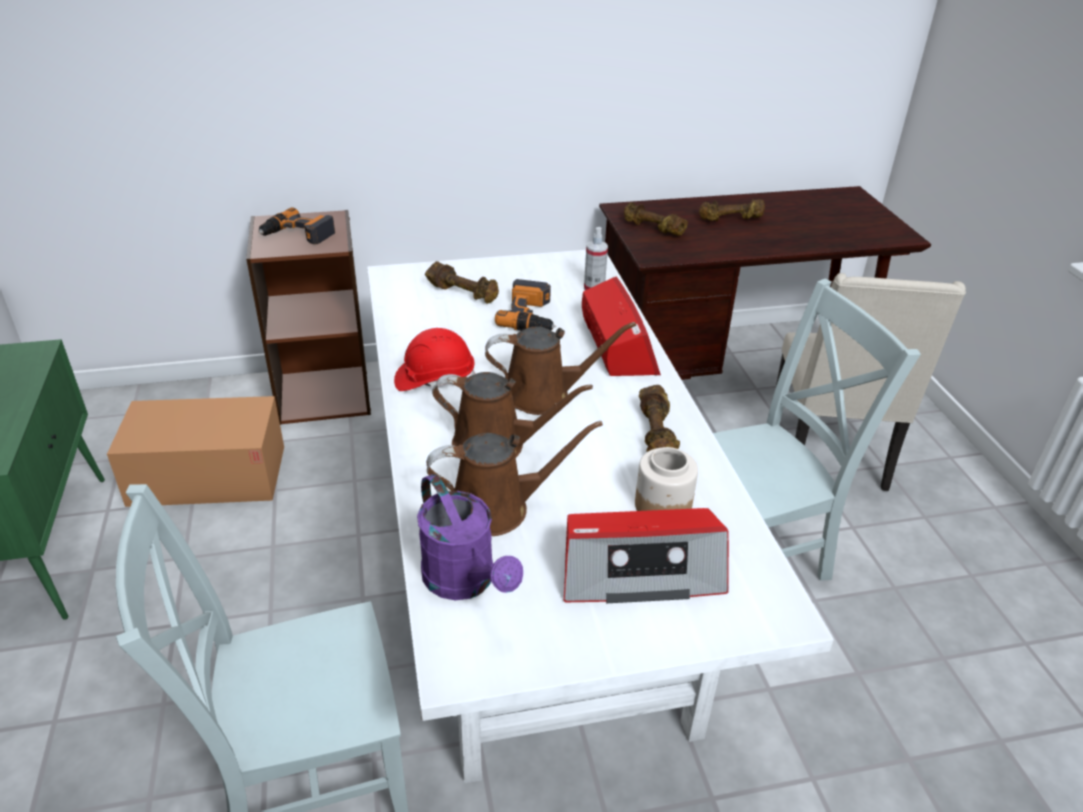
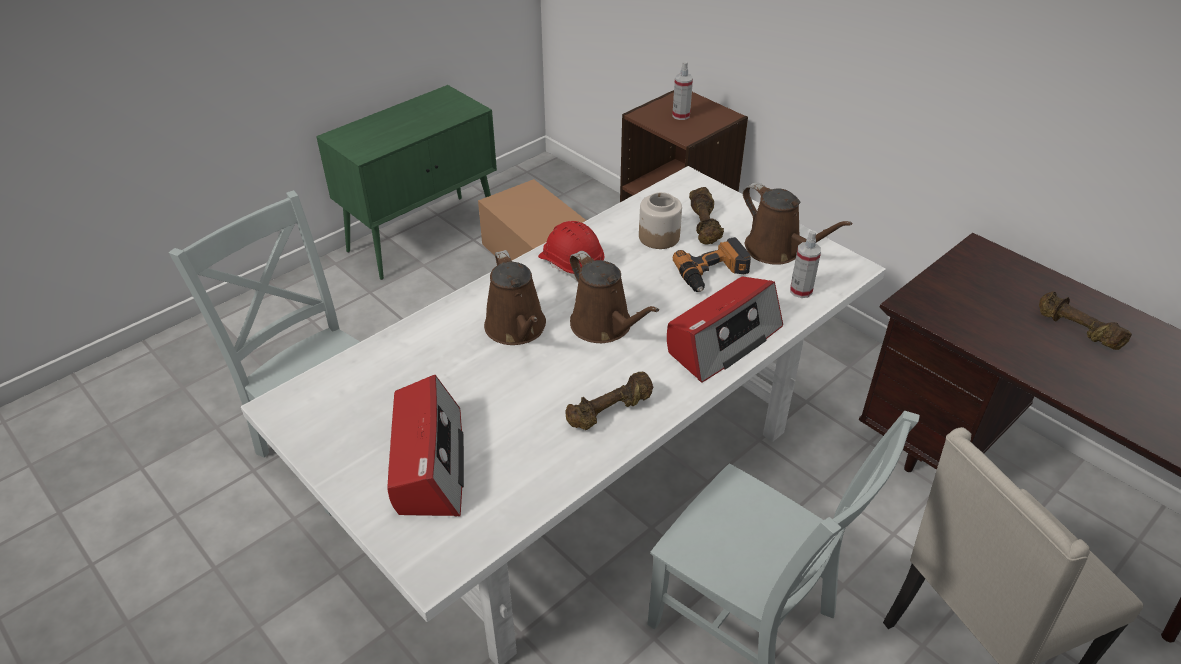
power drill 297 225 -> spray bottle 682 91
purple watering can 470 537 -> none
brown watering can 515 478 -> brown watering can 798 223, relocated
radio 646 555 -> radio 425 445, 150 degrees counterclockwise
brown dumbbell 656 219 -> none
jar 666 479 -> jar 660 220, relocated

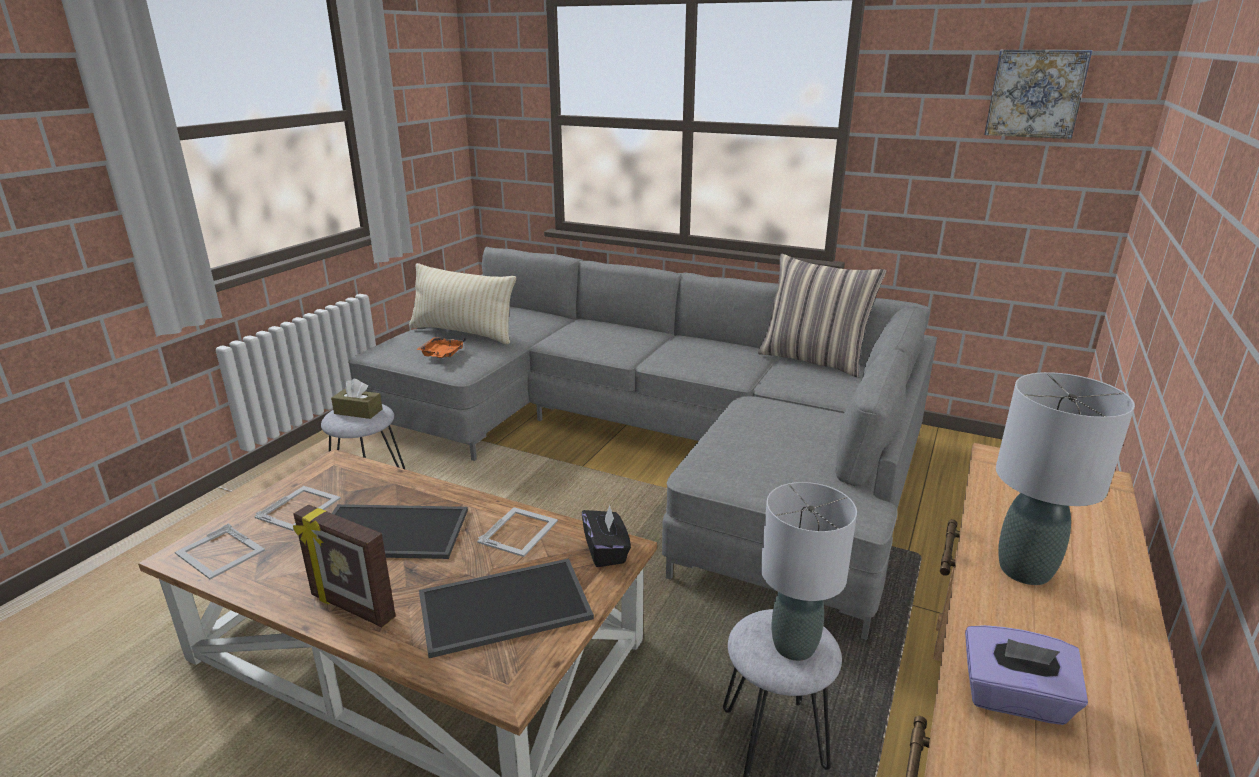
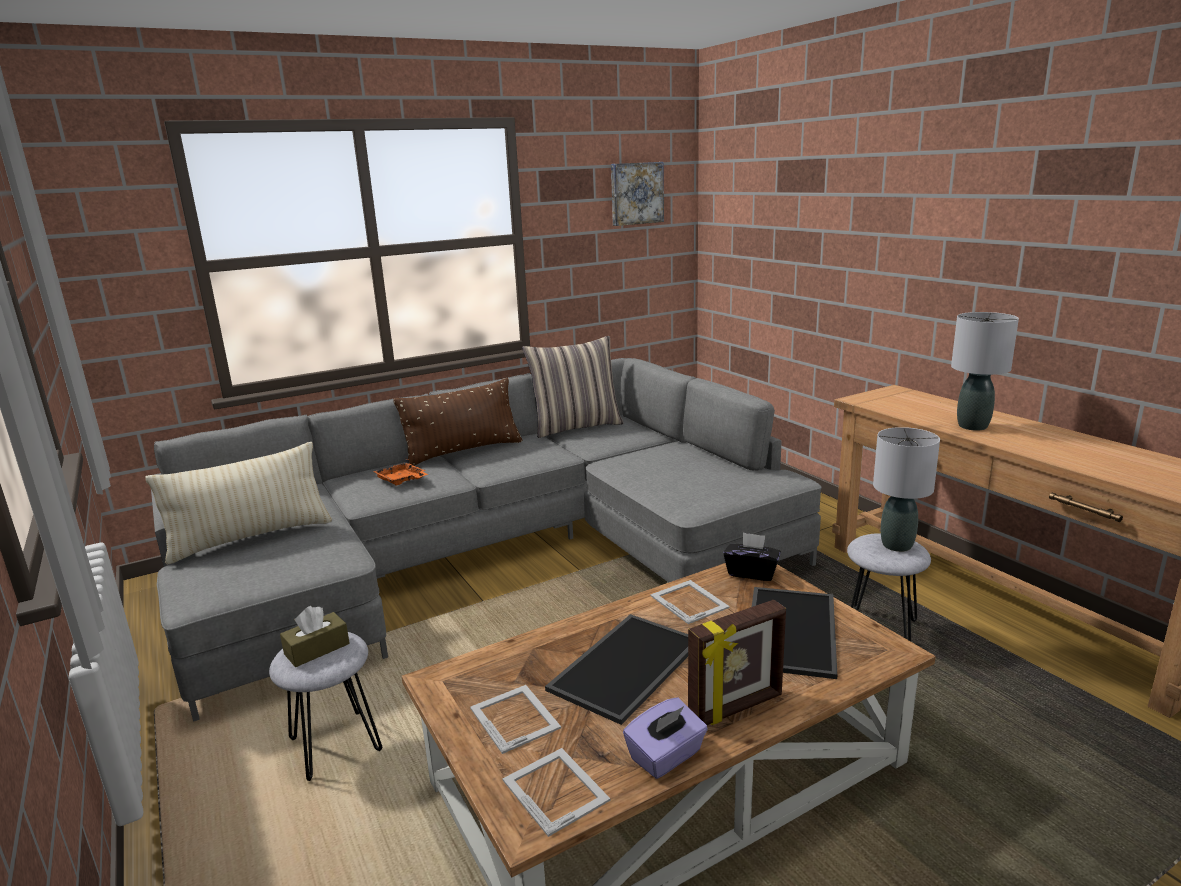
picture frame 220 551 -> picture frame 557 792, 105 degrees counterclockwise
orange tray 441 347 -> orange tray 400 472, relocated
purple tissue box 1026 675 -> purple tissue box 665 738, relocated
none -> brown pillow 458 422

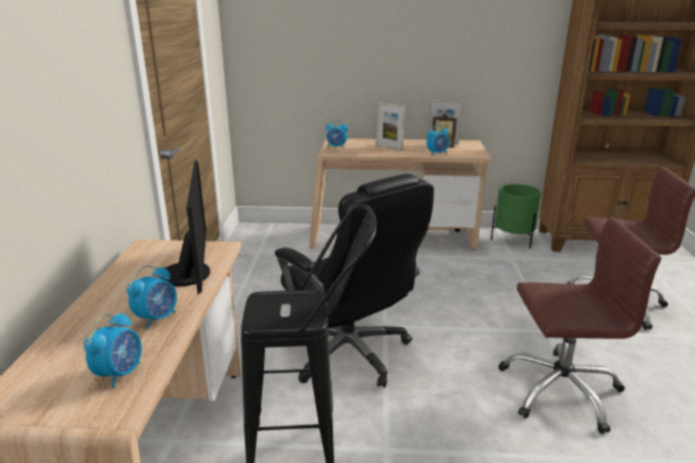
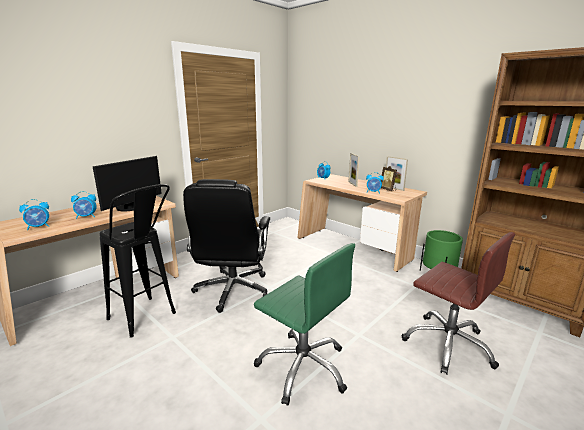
brown office chair 579 325 -> green office chair 304 324

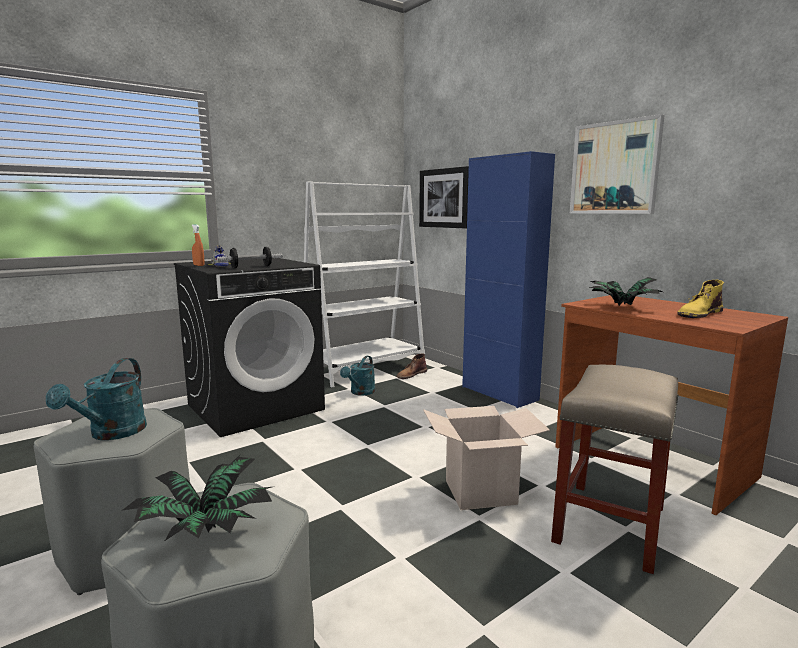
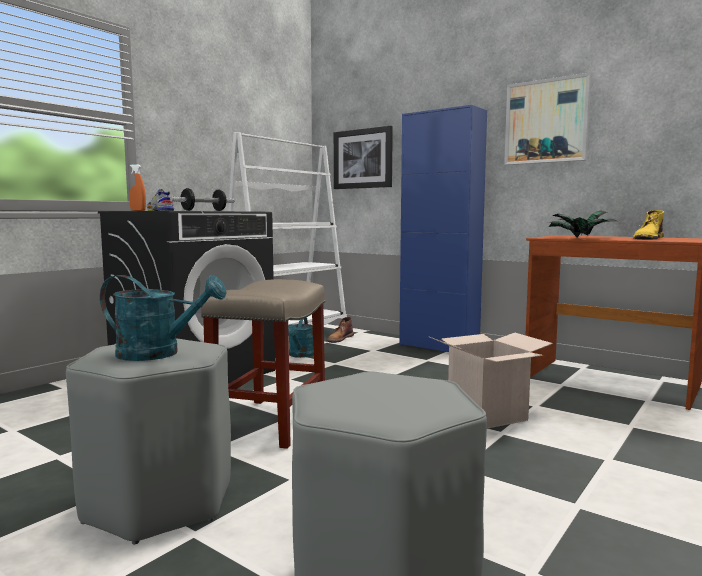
turquoise watering can 96 399 -> turquoise watering can 163 318, 75 degrees counterclockwise
potted plant 197 497 -> none
beige stool 614 469 -> beige stool 263 364, relocated

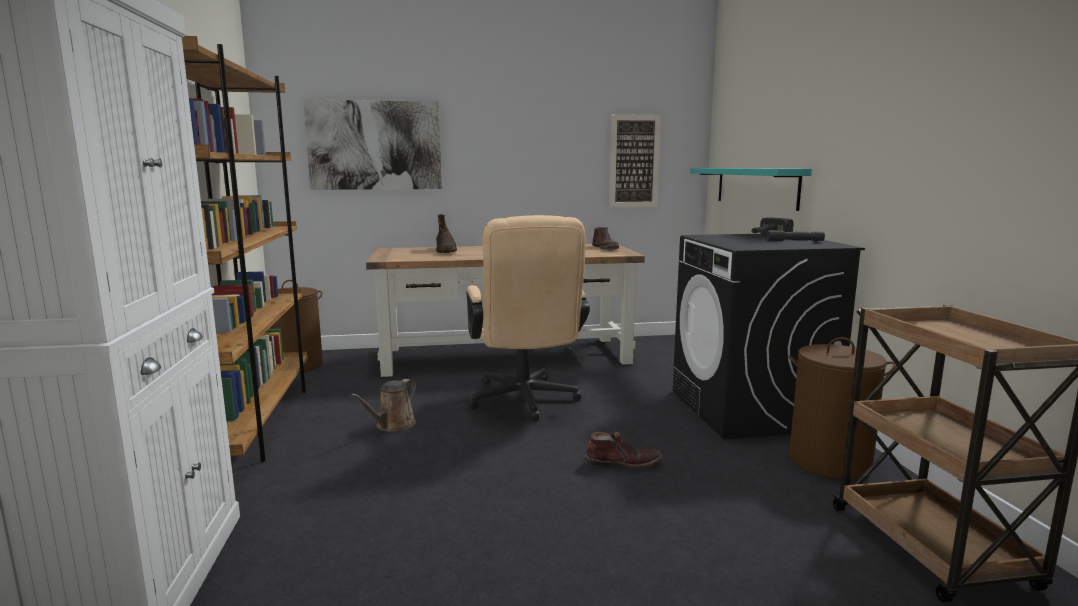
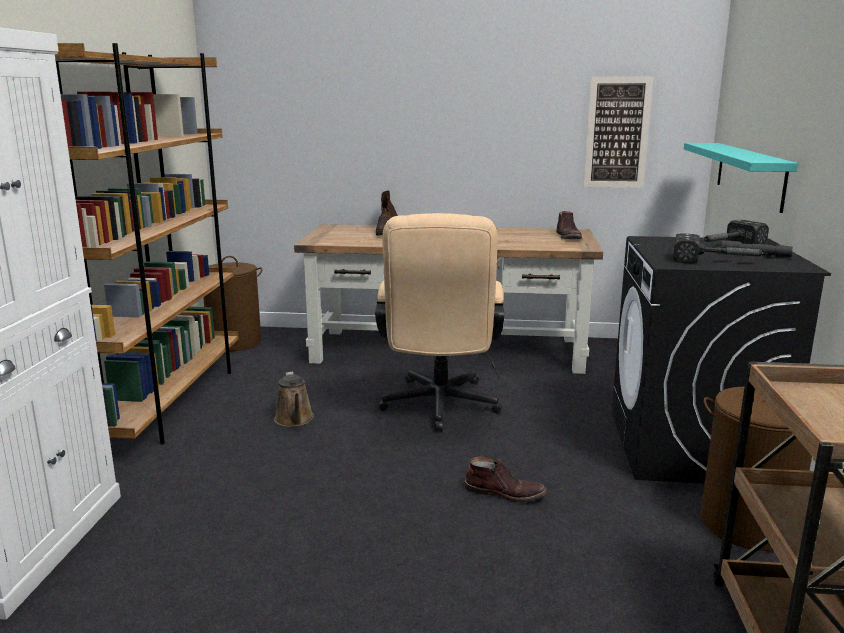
picture 372 144 -> none
brown watering can 383 405 -> brown watering can 294 399, 60 degrees counterclockwise
none -> hammer 720 248

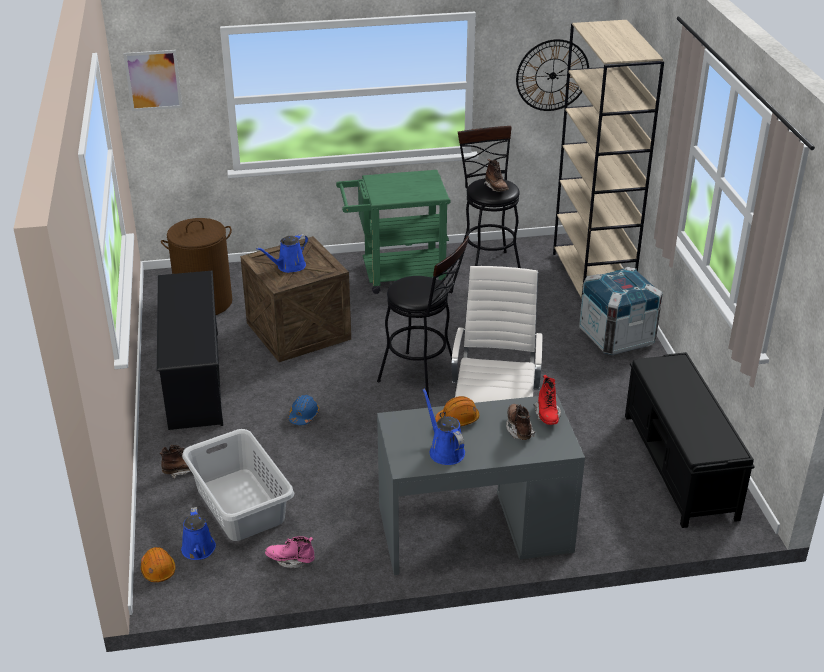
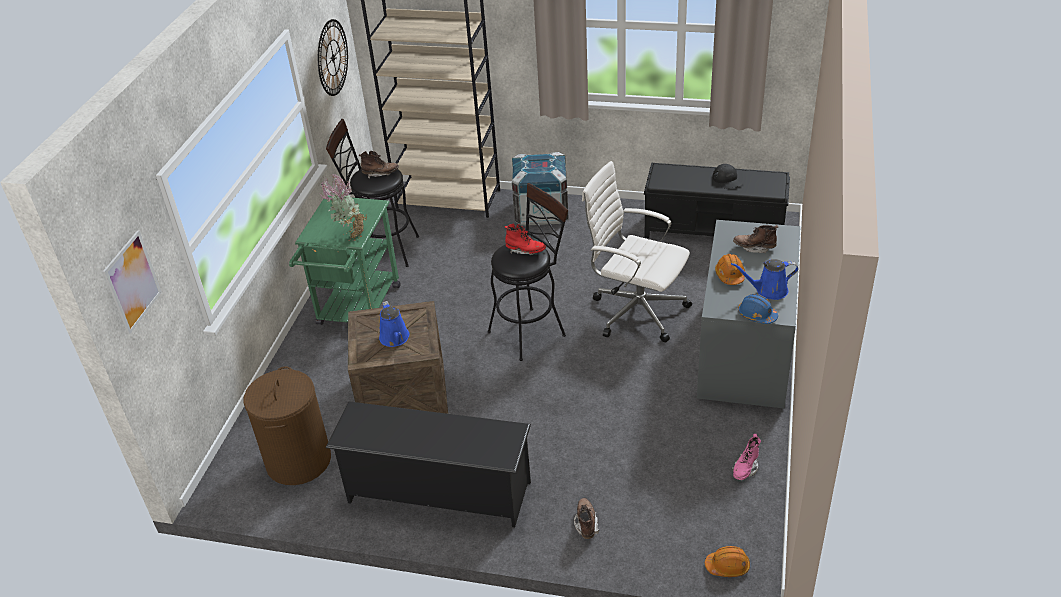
blue watering can 198 533 -> none
grey laundry basket 238 485 -> none
blue hard hat 304 410 -> blue hard hat 758 309, relocated
red boot 547 400 -> red boot 525 239, relocated
none -> potted plant 343 207
none -> black cap 727 176

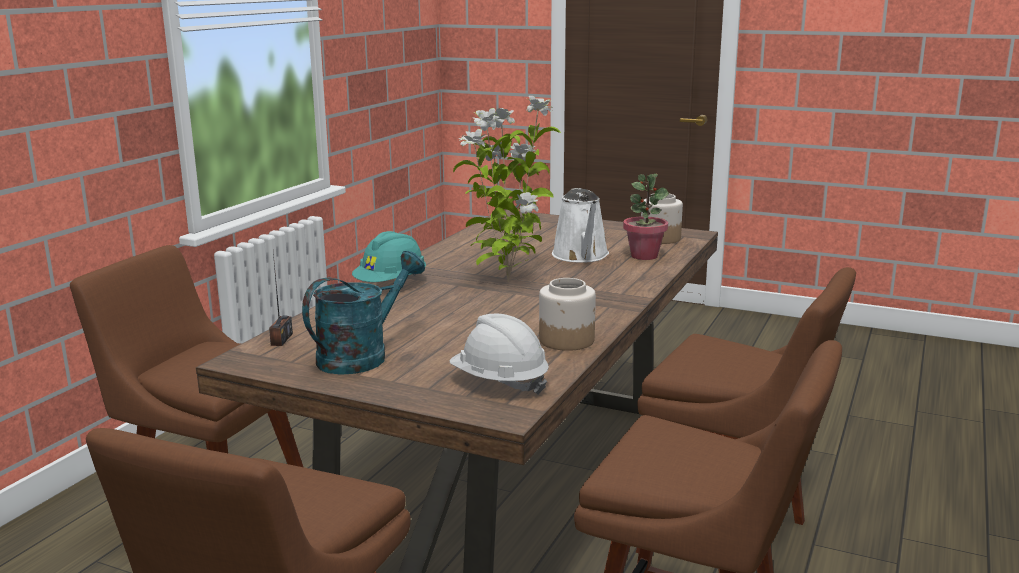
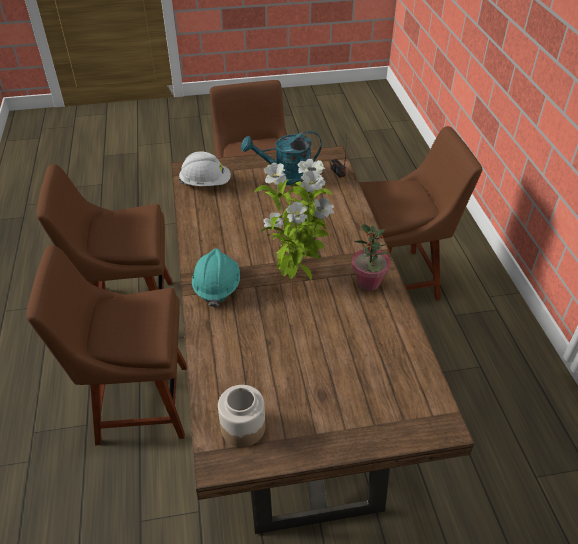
turquoise watering can 363 313 -> turquoise watering can 281 158, 75 degrees clockwise
turquoise hard hat 389 256 -> turquoise hard hat 216 277, relocated
jar 567 314 -> none
white watering can 580 225 -> none
potted plant 646 217 -> potted plant 371 257, relocated

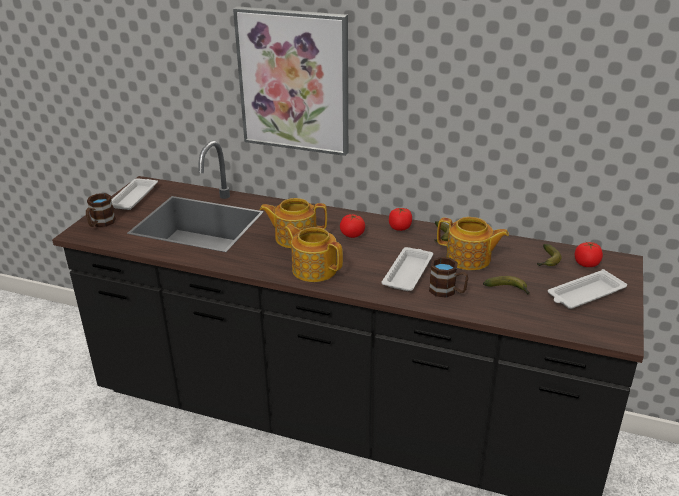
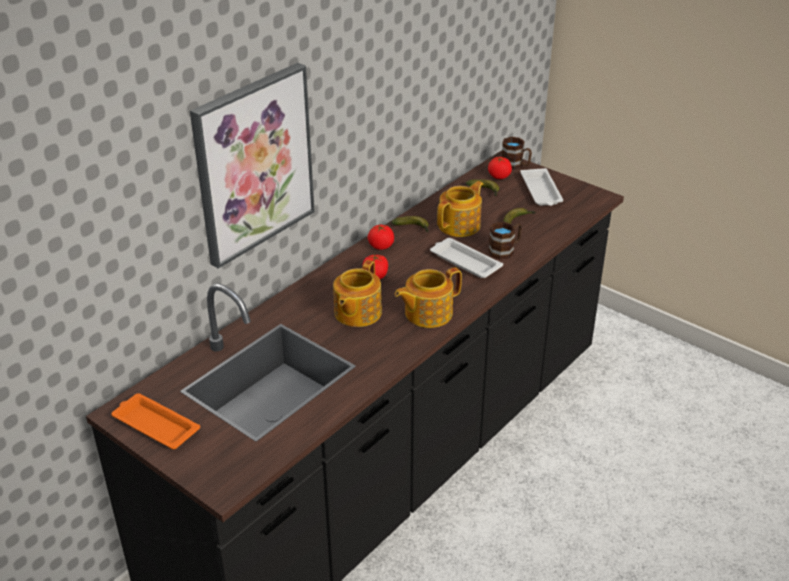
brown mug 101 210 -> brown mug 517 153, relocated
white tray 135 194 -> orange tray 155 421

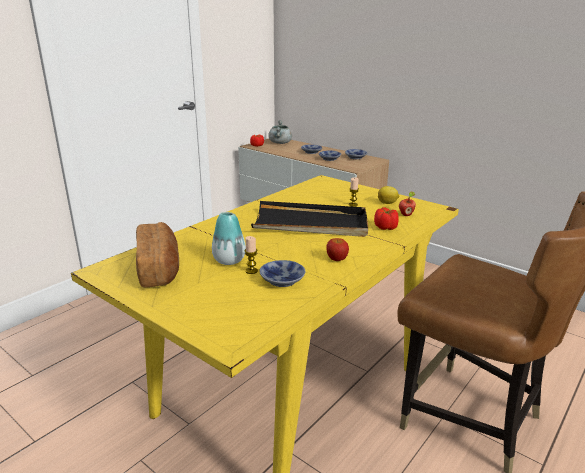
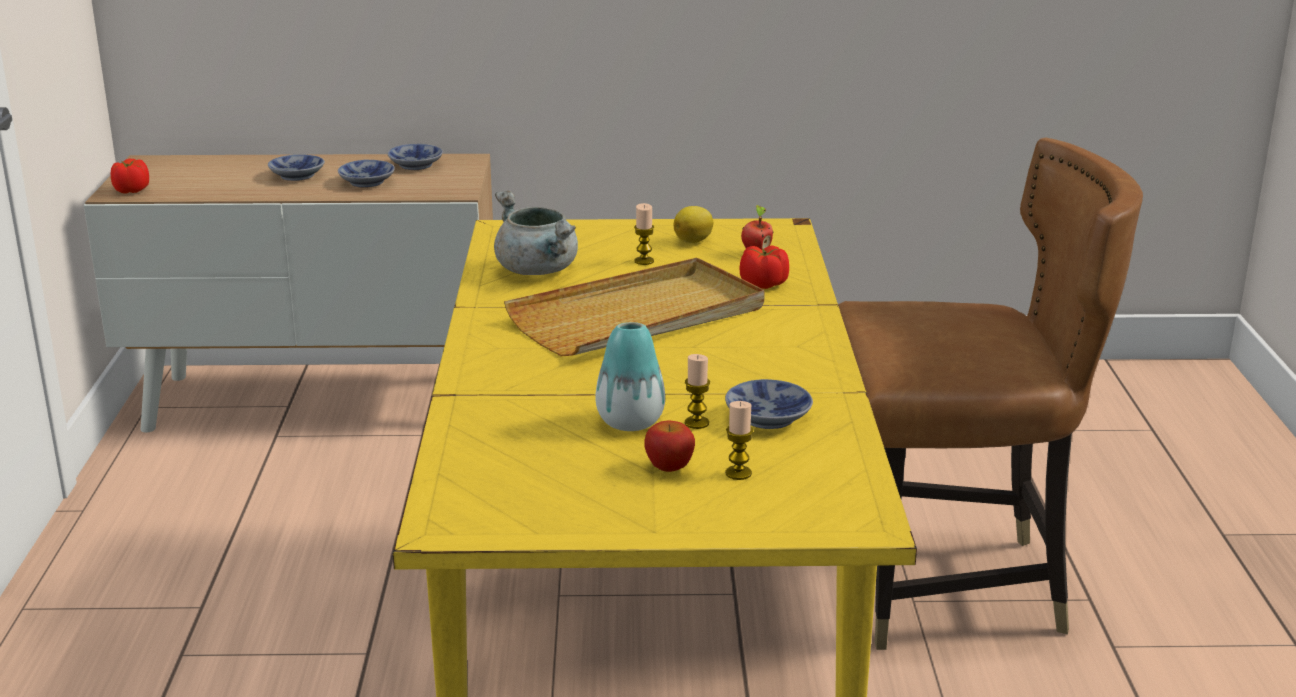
bread 157 255 -> none
black tray 309 219 -> beige tray 634 307
grey cooking pot 280 132 -> grey cooking pot 536 232, relocated
apple 337 249 -> apple 669 446, relocated
none -> candle 739 440

